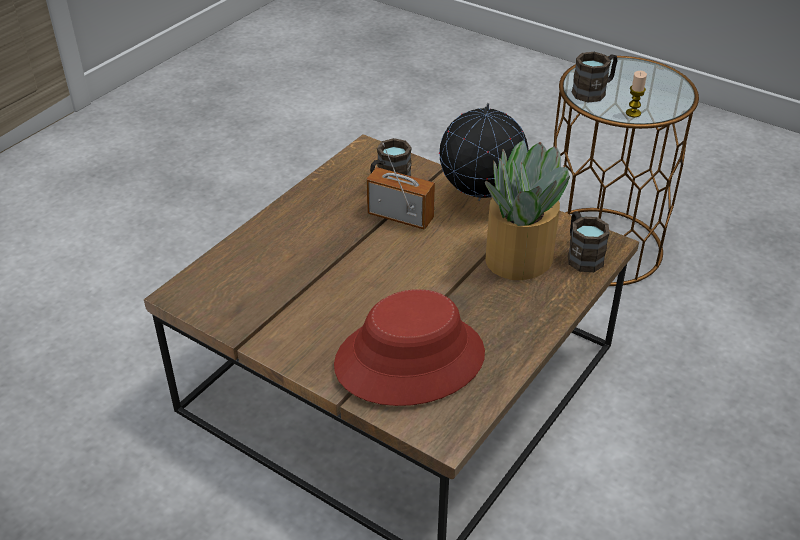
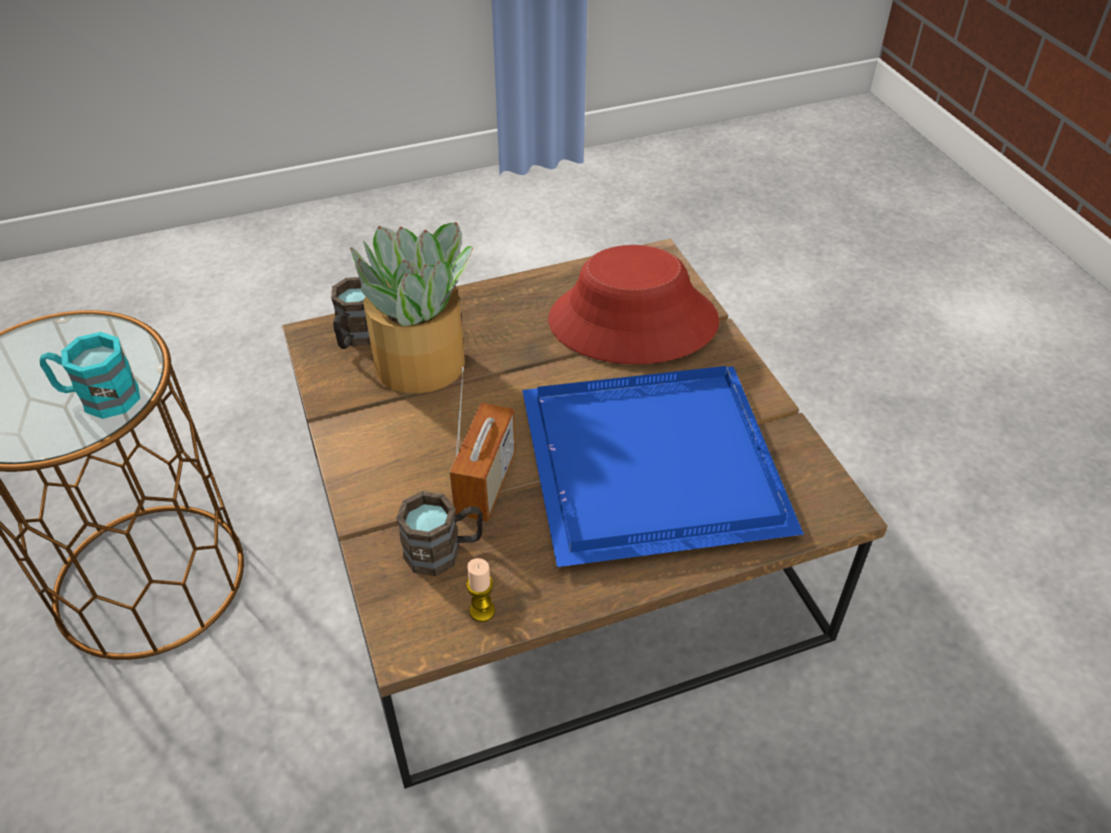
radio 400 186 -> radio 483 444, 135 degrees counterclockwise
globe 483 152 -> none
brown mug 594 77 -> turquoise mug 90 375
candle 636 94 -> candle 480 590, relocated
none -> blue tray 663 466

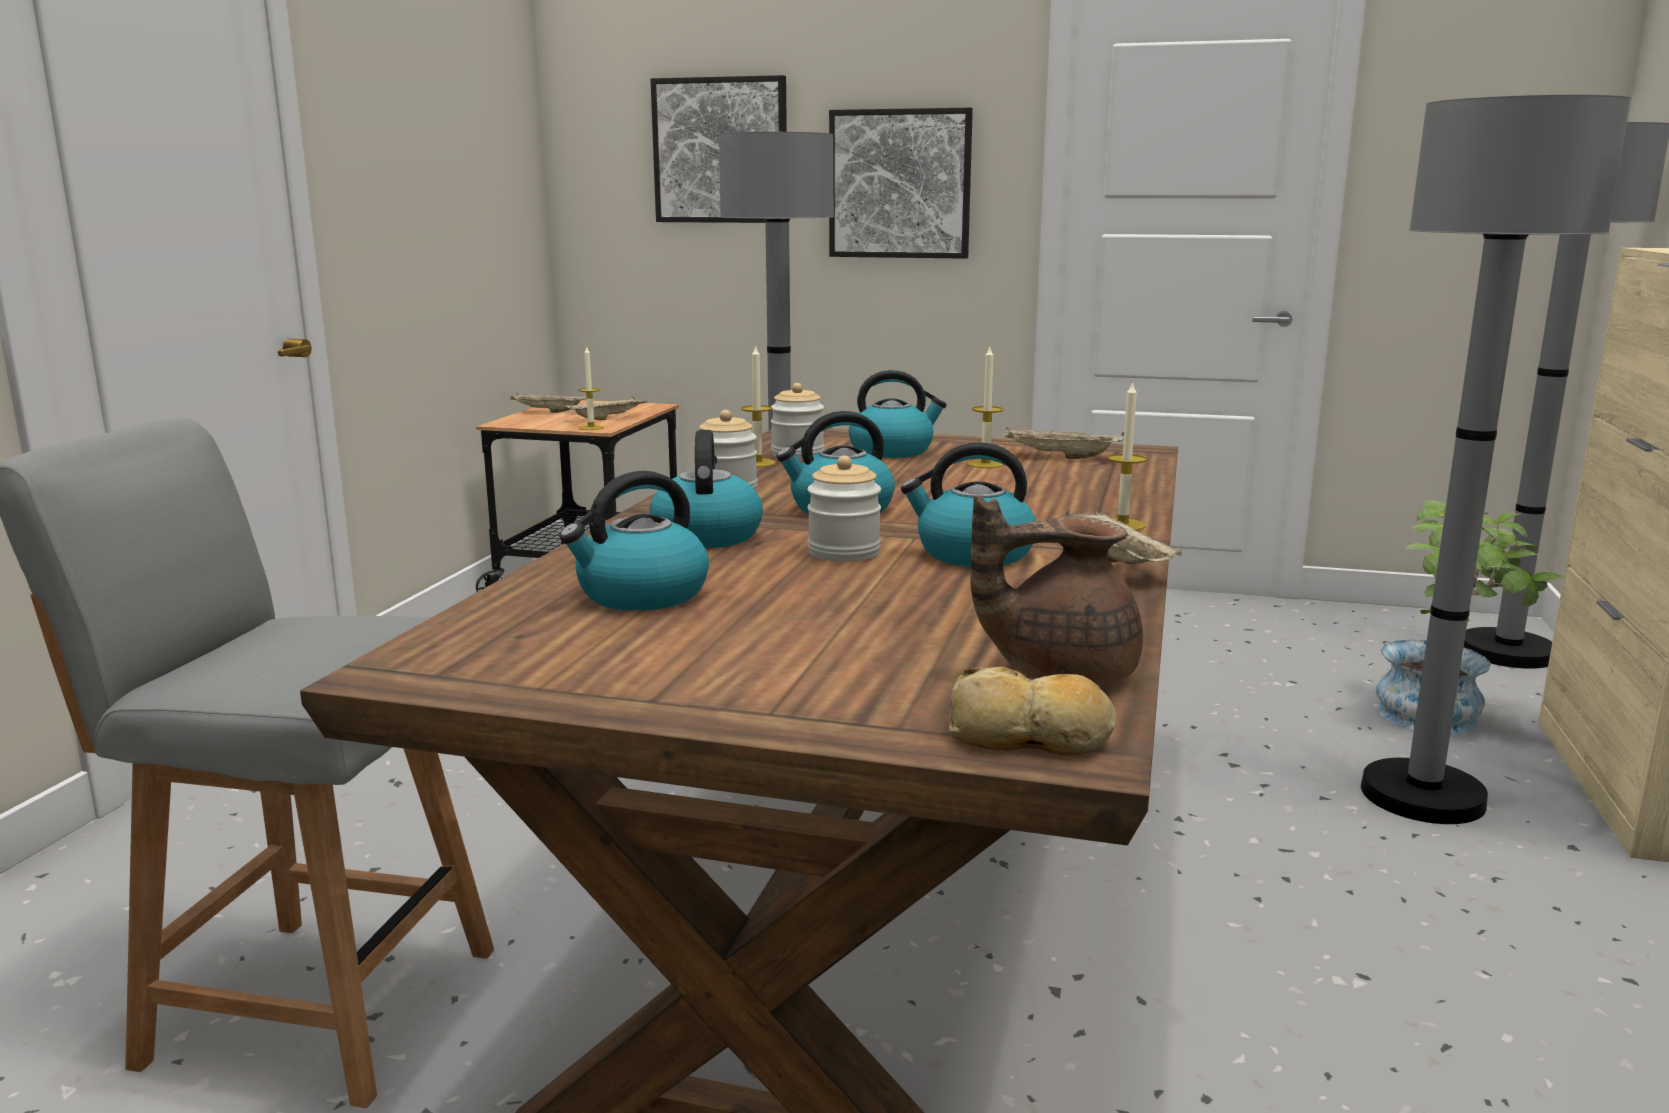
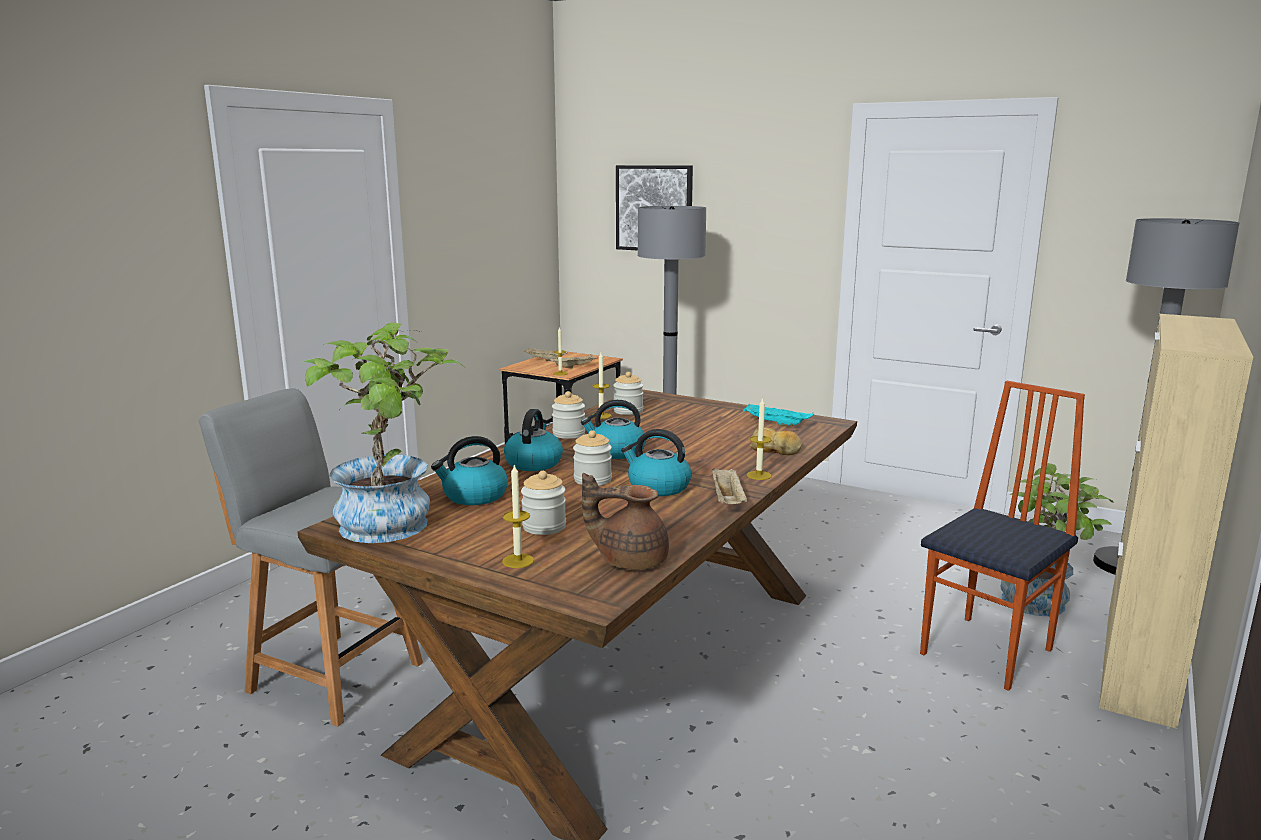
picture 901 183 -> none
kettle 898 414 -> none
bread 1033 711 -> bread 776 441, relocated
candle 985 407 -> candle 518 515, relocated
beige tray 1064 443 -> turquoise tray 778 414
grey floor lamp 1496 459 -> chair 1002 536
none -> potted plant 383 433
none -> jar 543 503

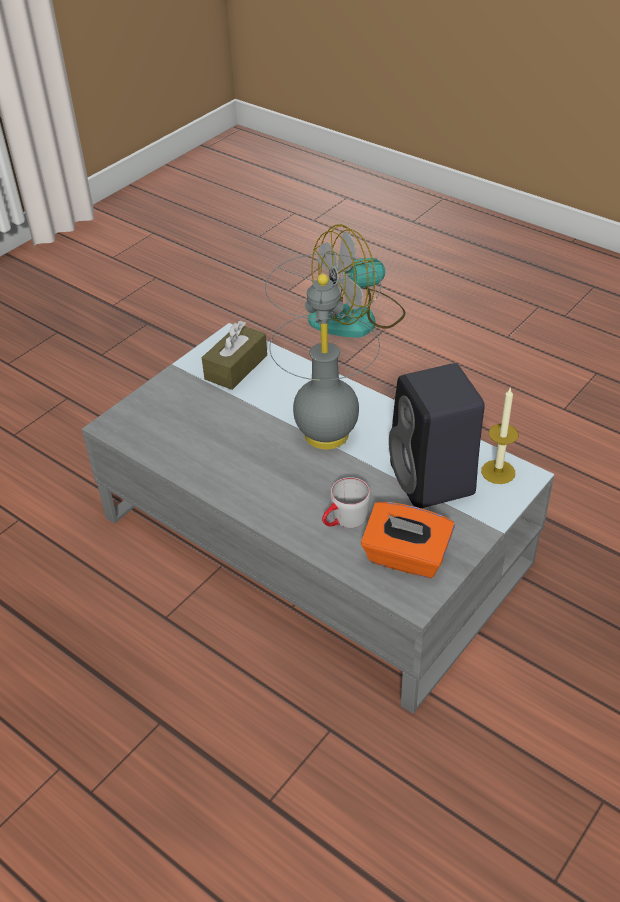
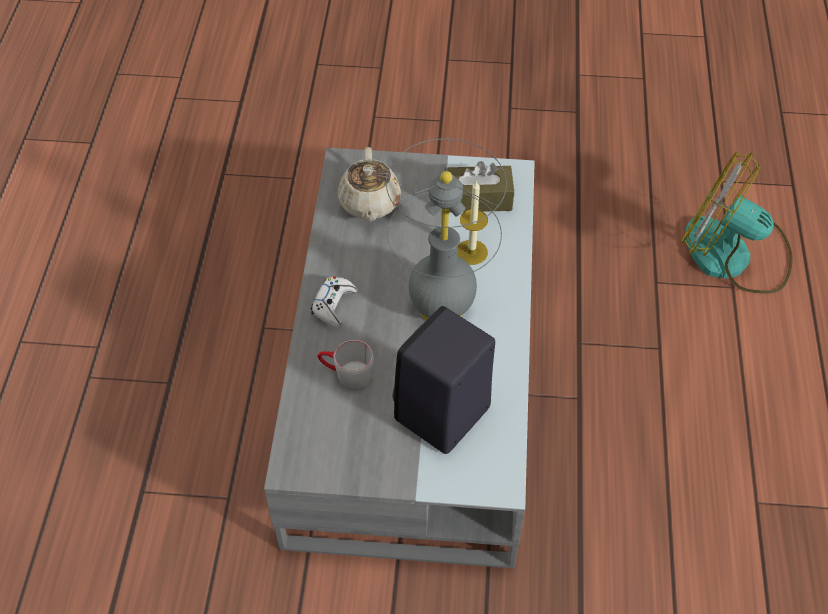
orange tissue box 408 540 -> none
candle 500 436 -> candle 472 222, relocated
none -> white game controller 334 302
none -> beige teapot 369 184

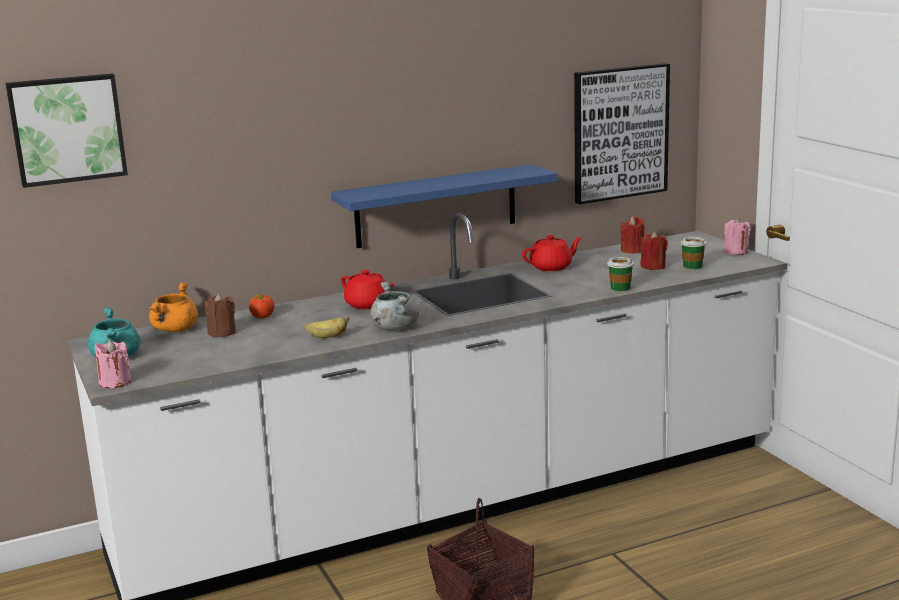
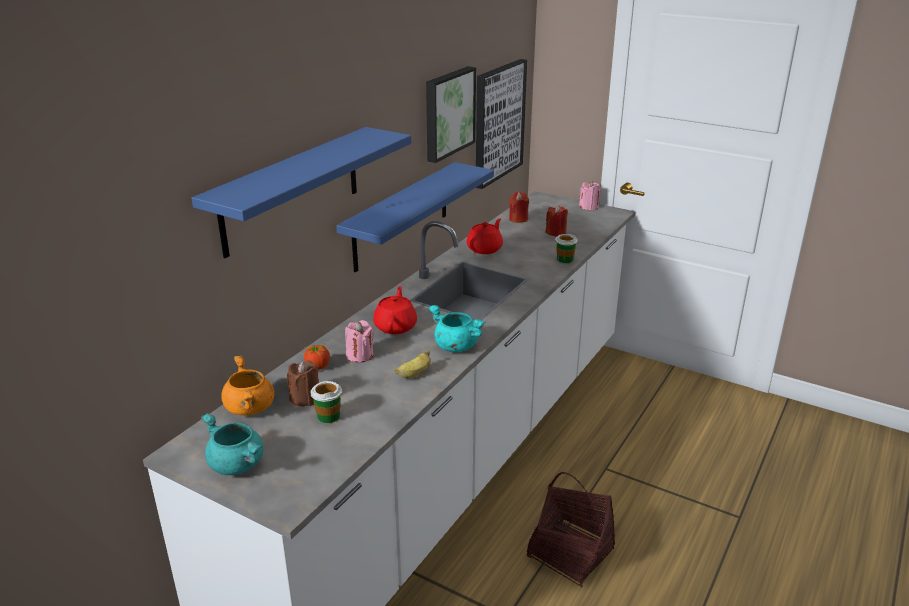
picture 66 131 -> picture 451 114, relocated
pink candle 113 364 -> pink candle 359 341, relocated
red teapot 368 289 -> red teapot 395 310, 90 degrees counterclockwise
grey cooking pot 394 305 -> turquoise cooking pot 457 328
cup 693 253 -> cup 326 402, relocated
none -> blue shelf 301 192

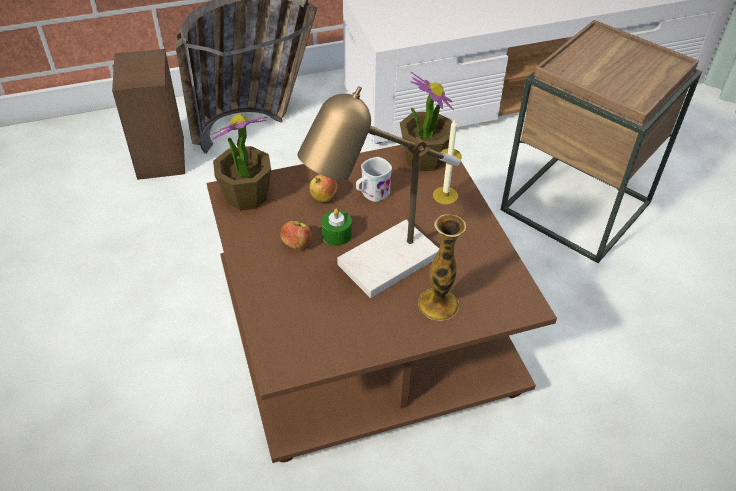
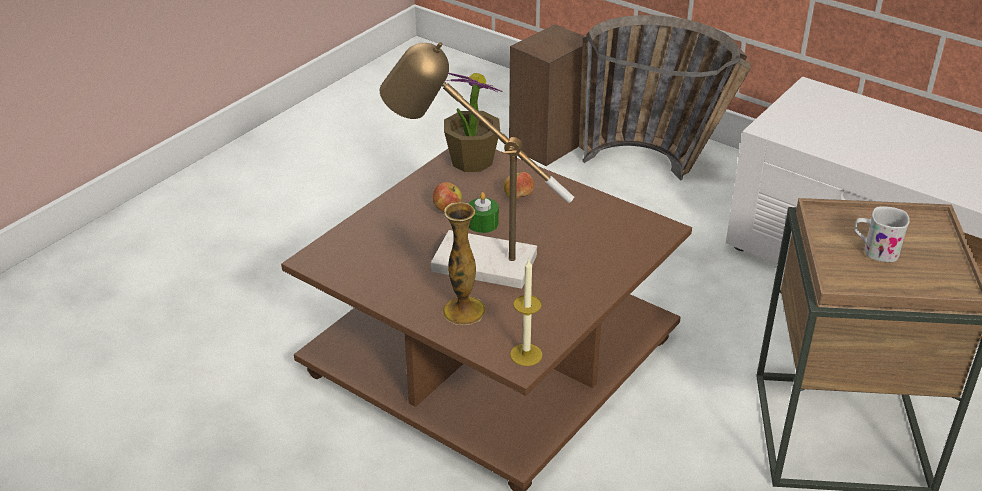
white mug 374 179 -> white mug 882 234, relocated
potted plant 427 122 -> none
candle 447 161 -> candle 526 312, relocated

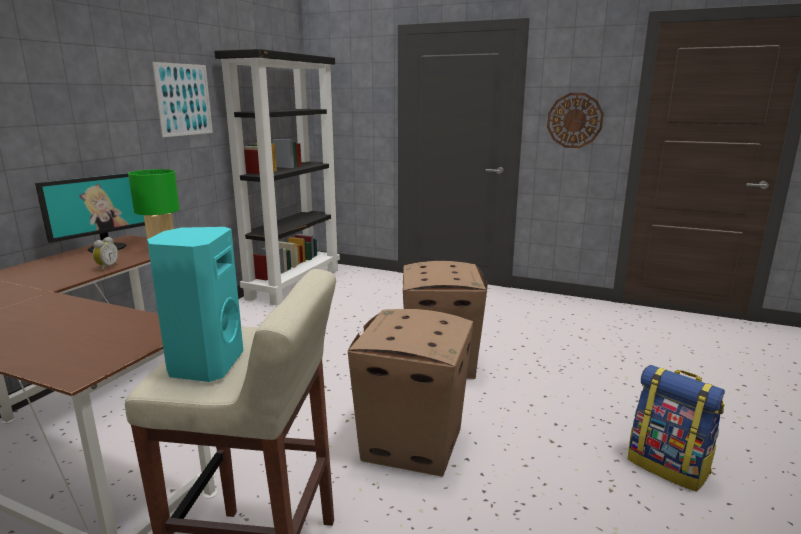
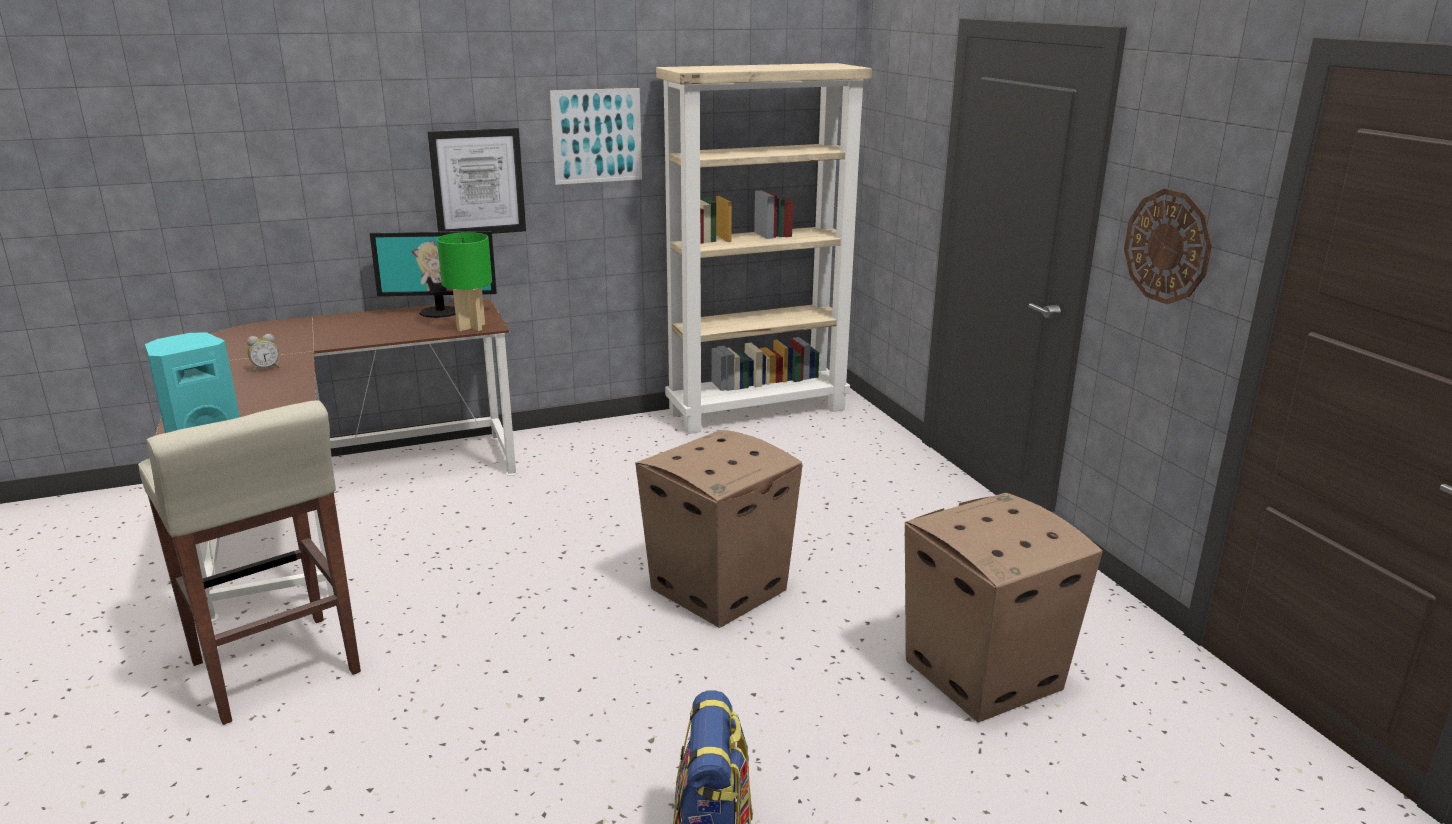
alarm clock 105 254 -> alarm clock 263 353, relocated
black bookcase 277 177 -> beige bookcase 764 248
cardboard box 410 393 -> cardboard box 1004 608, relocated
none -> picture 477 181

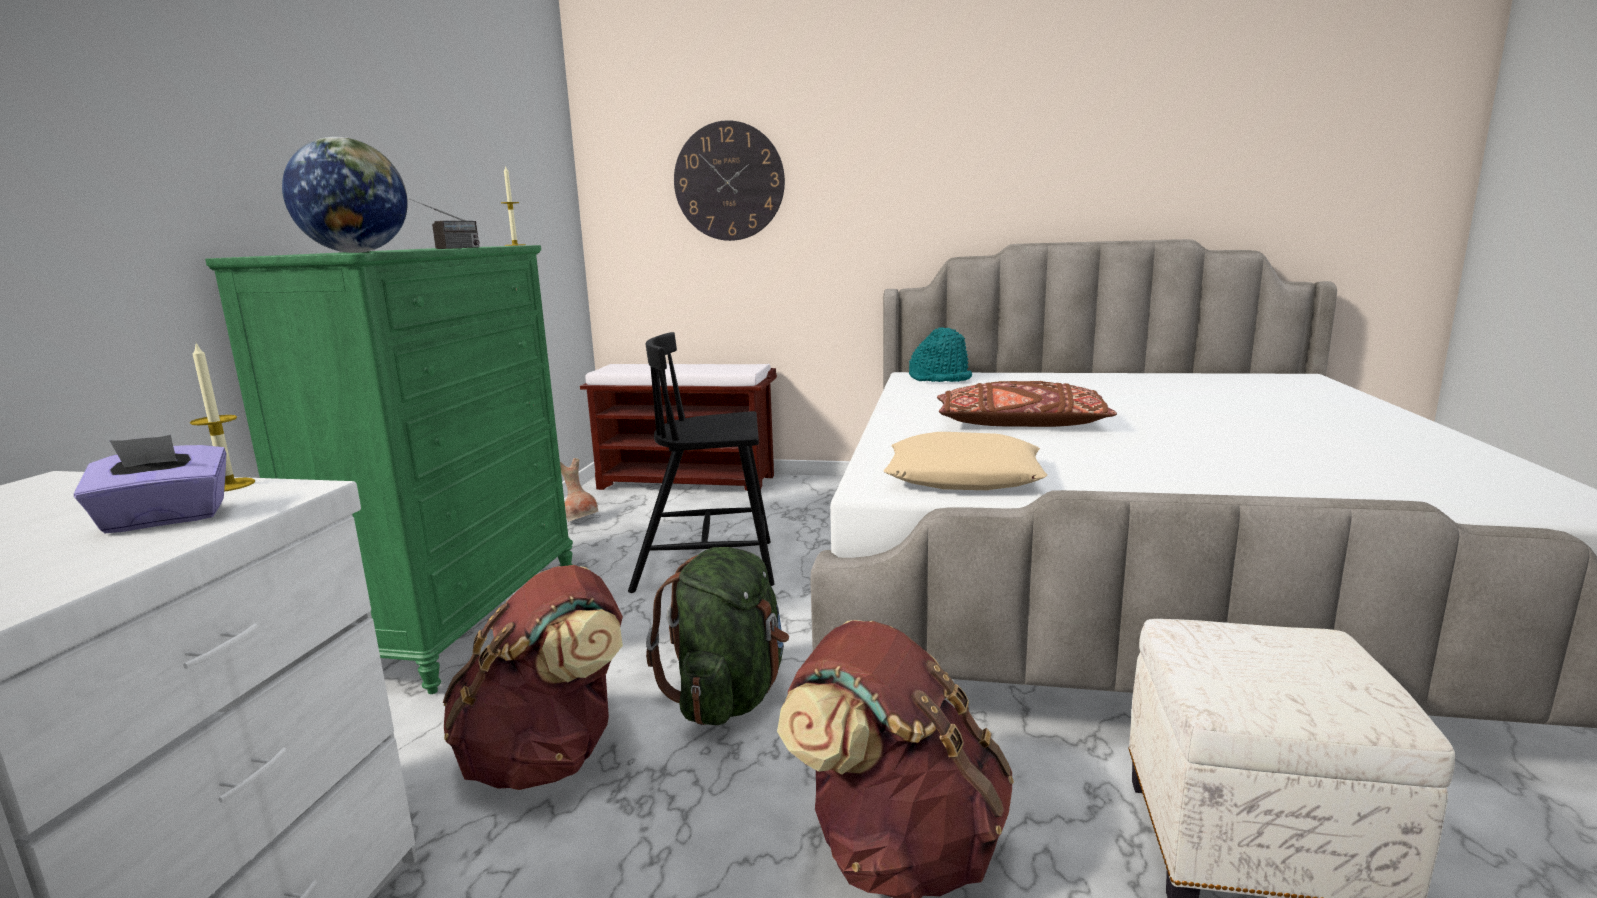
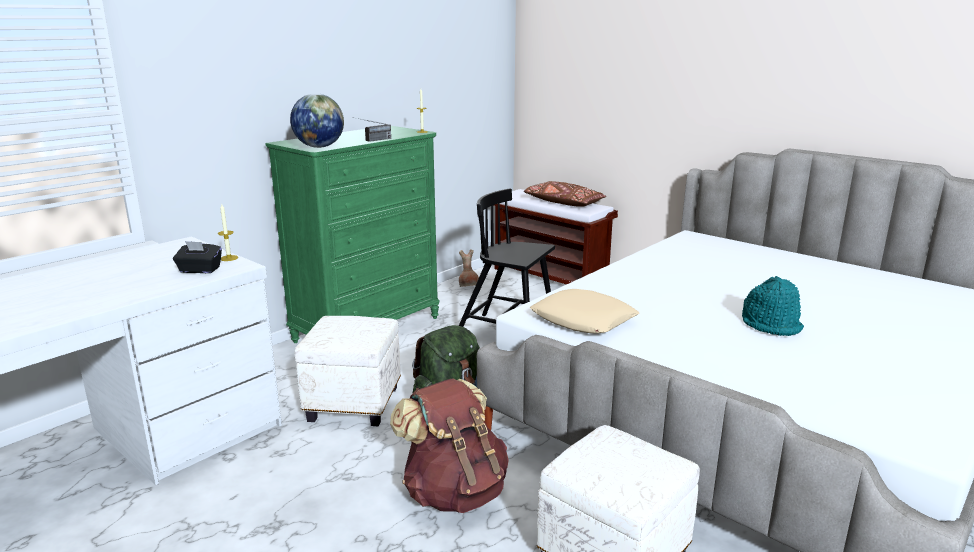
purple tissue box 150 484 -> black tissue box 197 257
brown backpack 533 677 -> white ottoman 348 371
wall clock 729 180 -> none
turquoise hat 940 354 -> turquoise hat 773 306, relocated
brown pillow 1027 404 -> brown pillow 565 194, relocated

